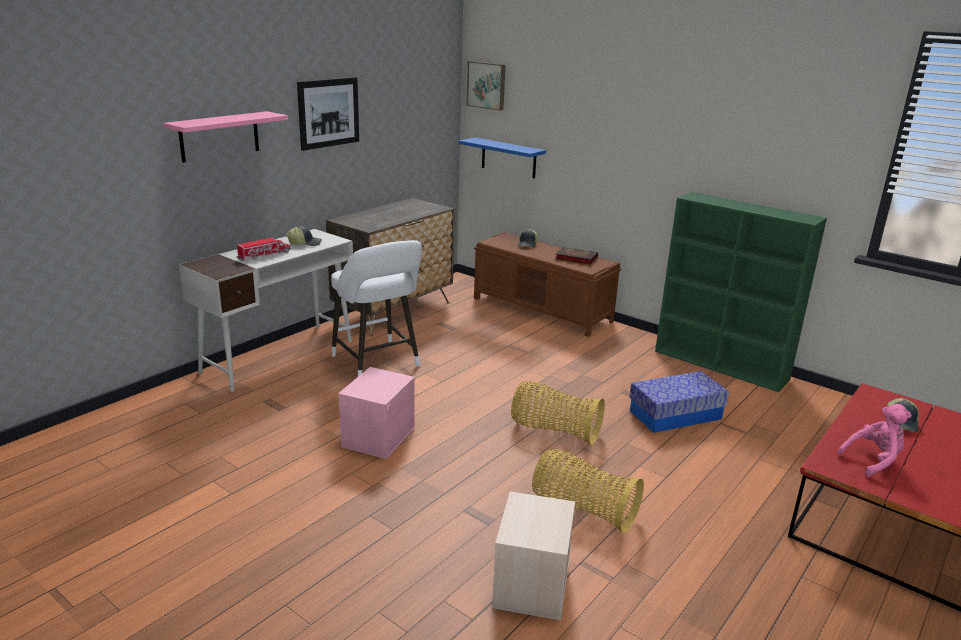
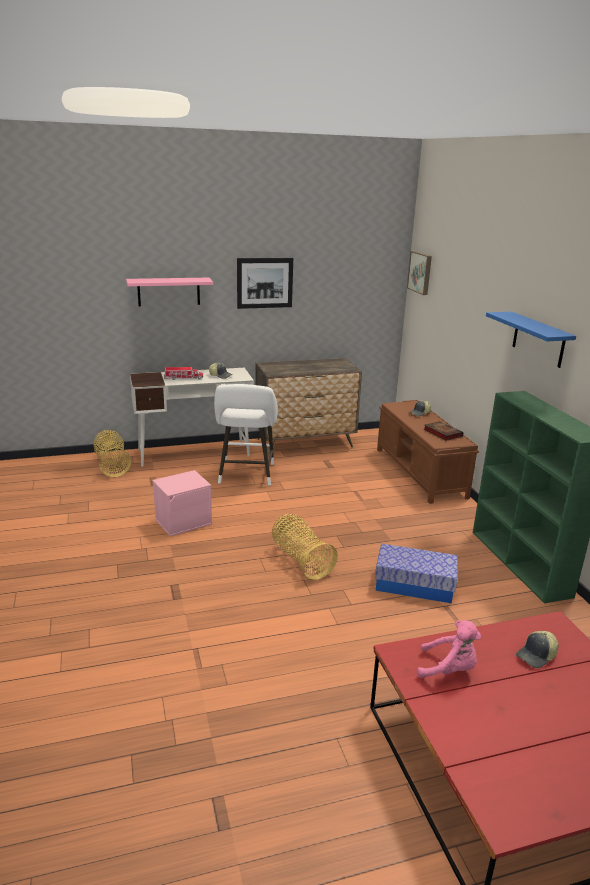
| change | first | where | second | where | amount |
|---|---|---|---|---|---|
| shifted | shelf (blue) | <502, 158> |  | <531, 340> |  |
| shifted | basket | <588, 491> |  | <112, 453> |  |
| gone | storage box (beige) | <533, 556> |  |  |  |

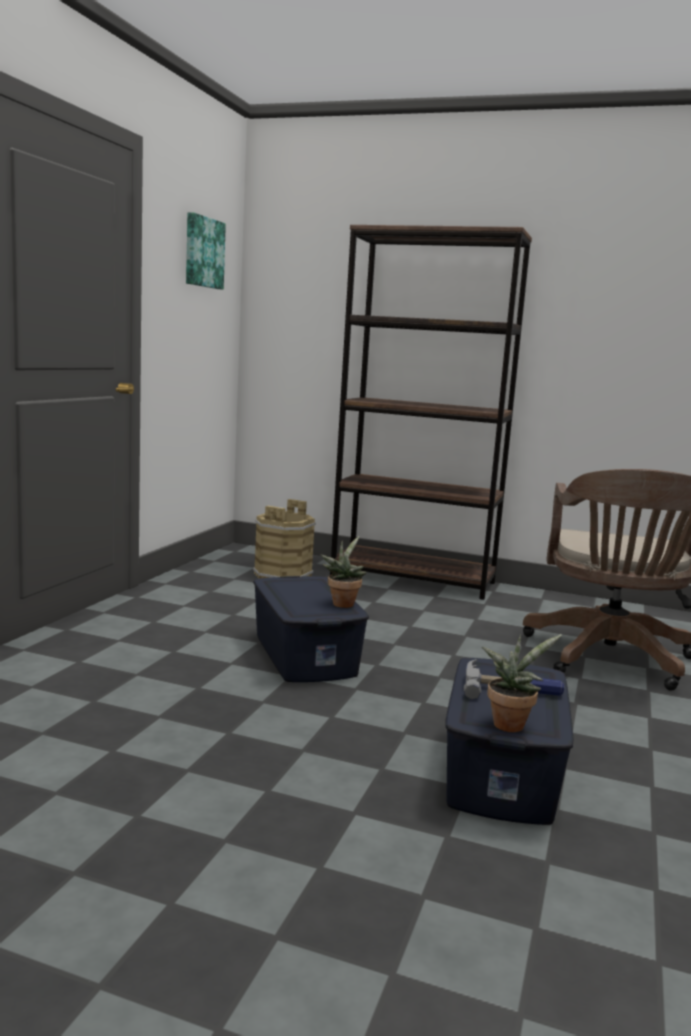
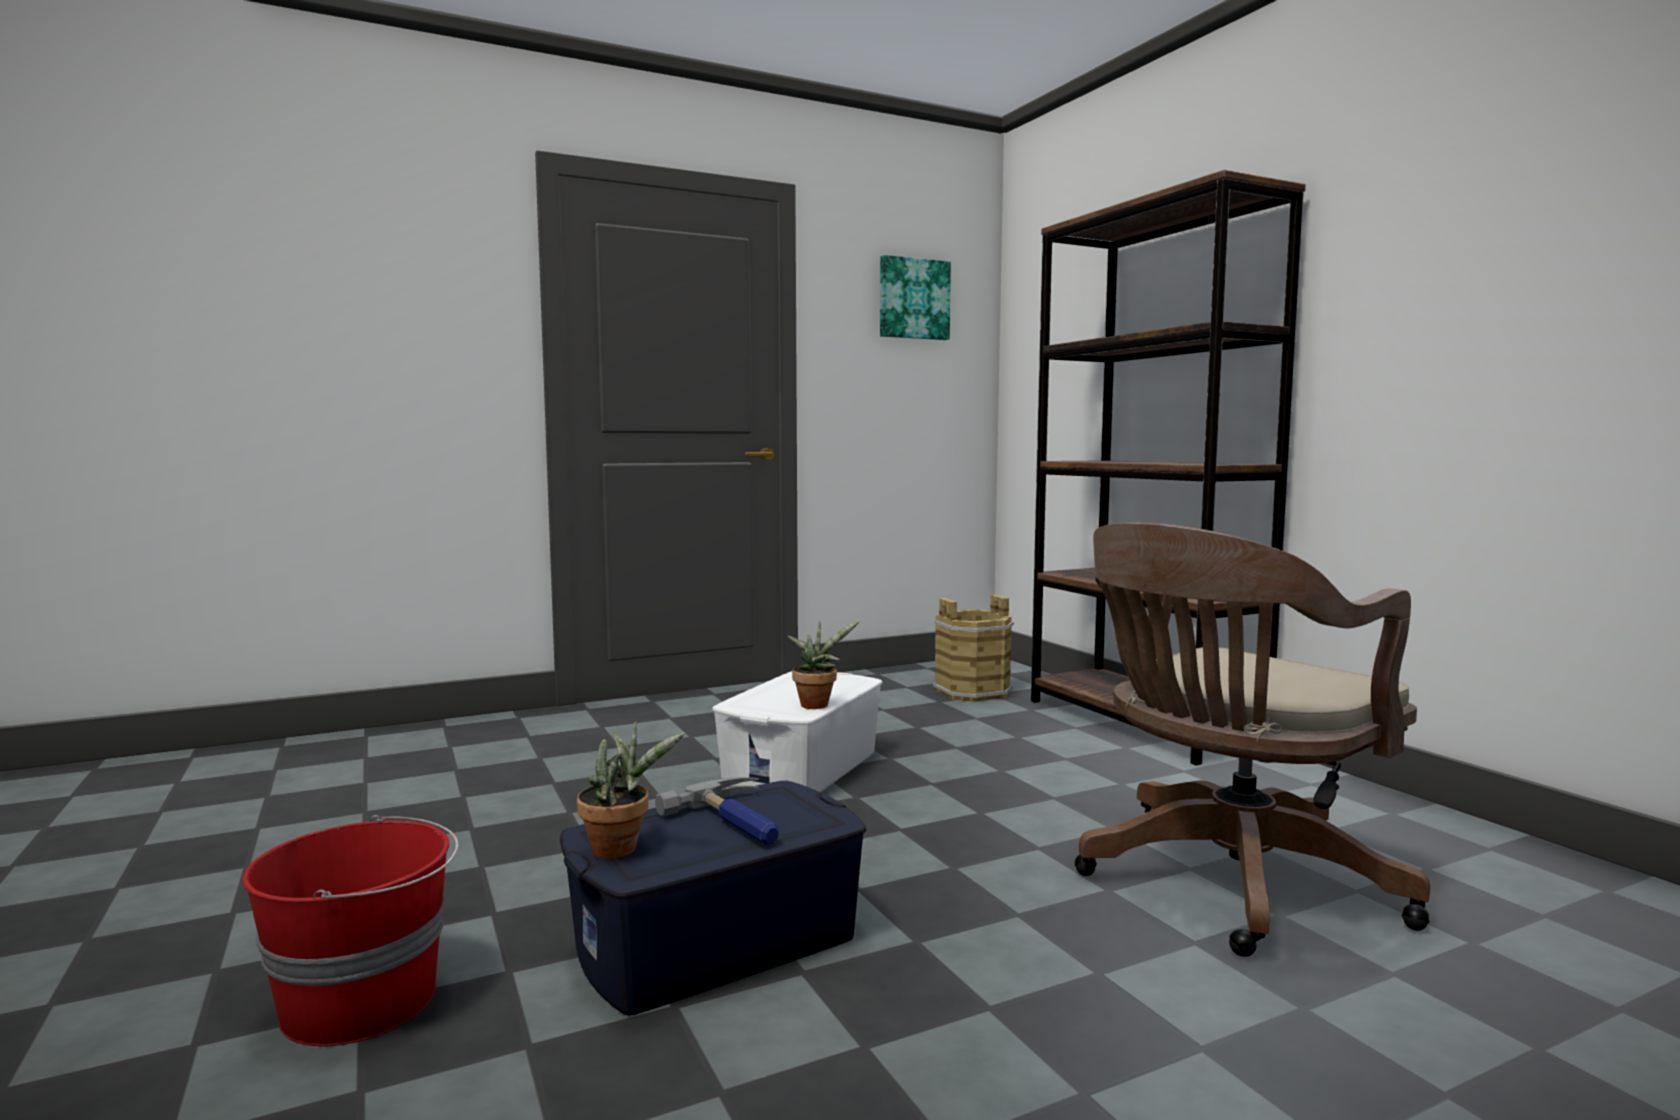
| change | first | where | second | where | amount |
|---|---|---|---|---|---|
| repainted | storage box (blue) | <311, 629> | storage box (white) | <797, 731> |  |
| new |  |  | bucket (red) | <350, 930> |  |

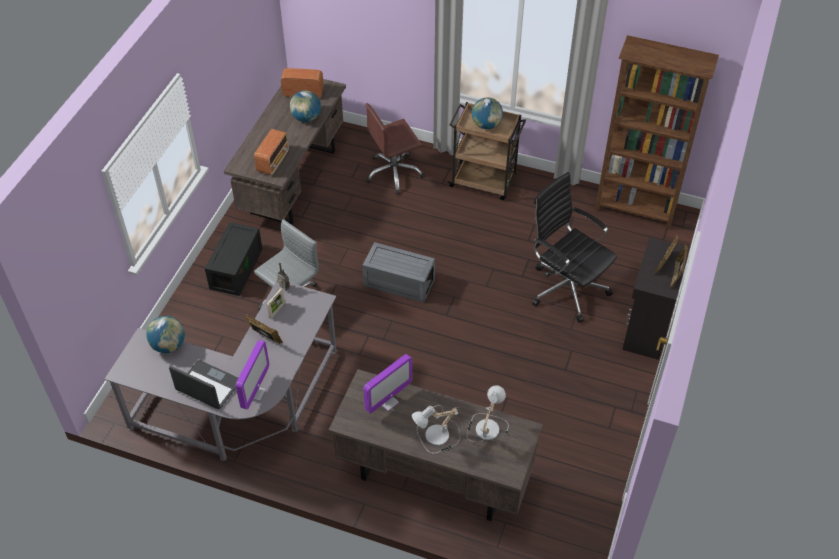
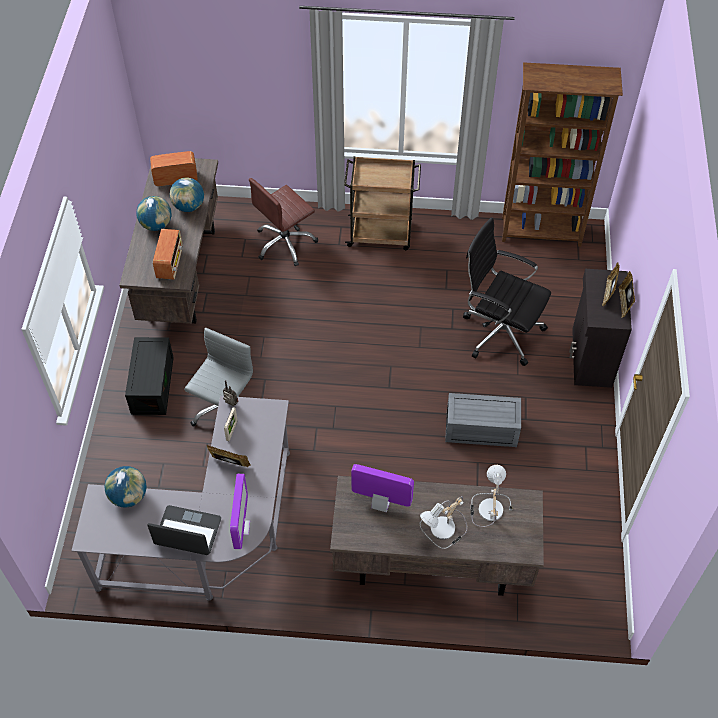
| change | first | where | second | where | amount |
|---|---|---|---|---|---|
| shifted | globe | <487, 113> |  | <154, 213> |  |
| shifted | storage box (grey) | <398, 272> |  | <483, 420> |  |
| rotated | monitor | <387, 384> |  | <382, 488> | 105 degrees counterclockwise |

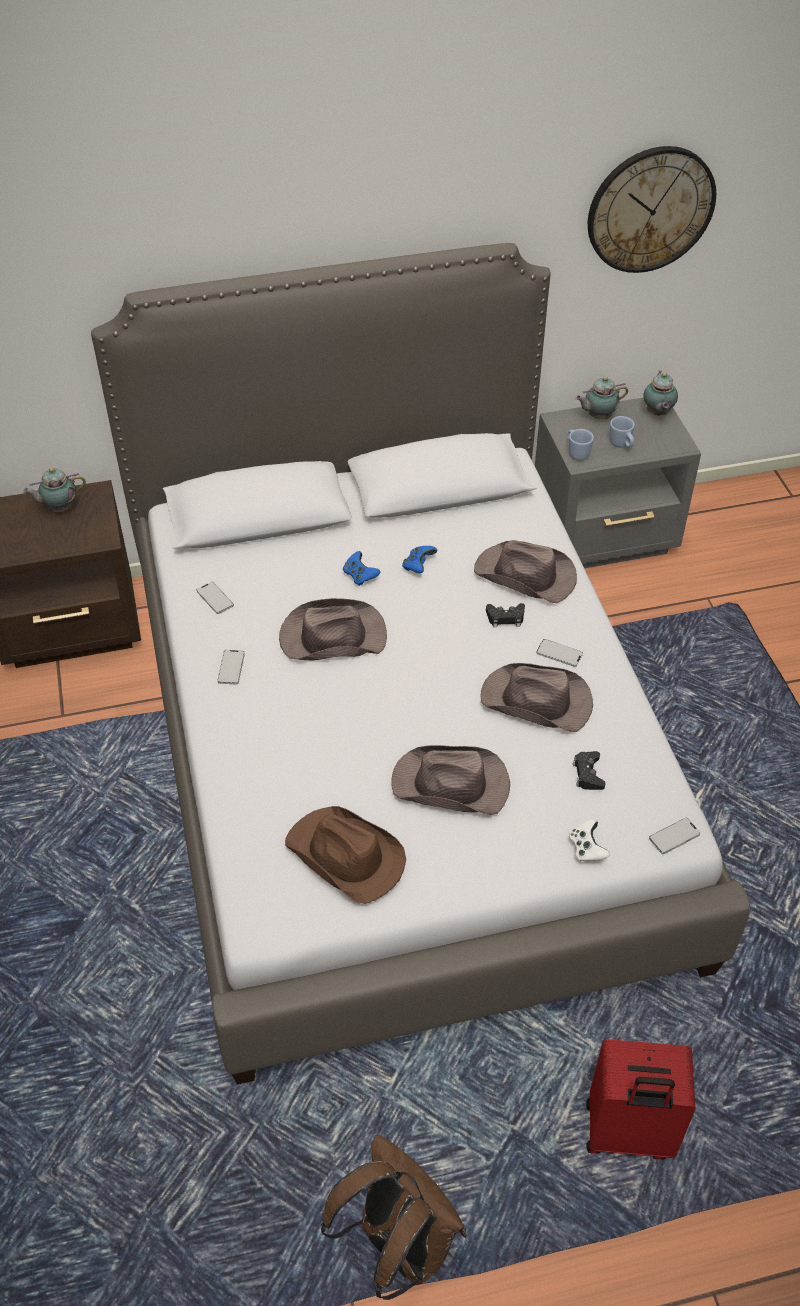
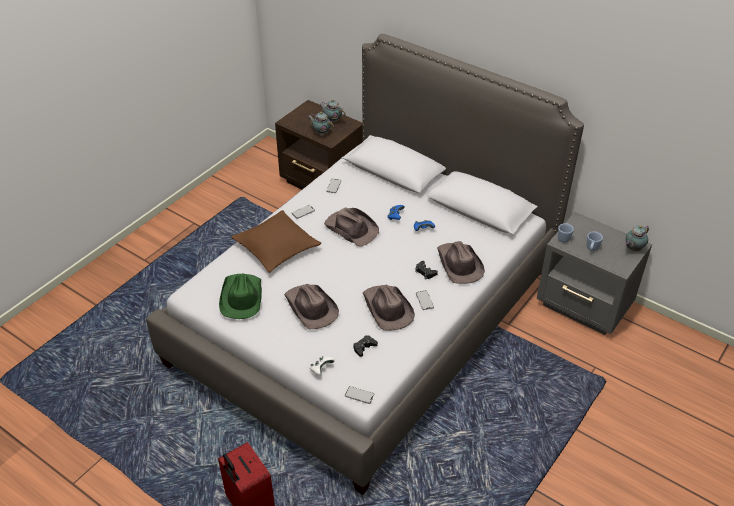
| change | first | where | second | where | amount |
|---|---|---|---|---|---|
| gone | wall clock | <652, 209> |  |  |  |
| shifted | teapot | <601, 398> |  | <321, 123> |  |
| repainted | hat (brown) | <345, 855> | hat (green) | <240, 296> |  |
| gone | backpack (brown) | <394, 1217> |  |  |  |
| new |  |  | pillow (brown) | <276, 241> |  |

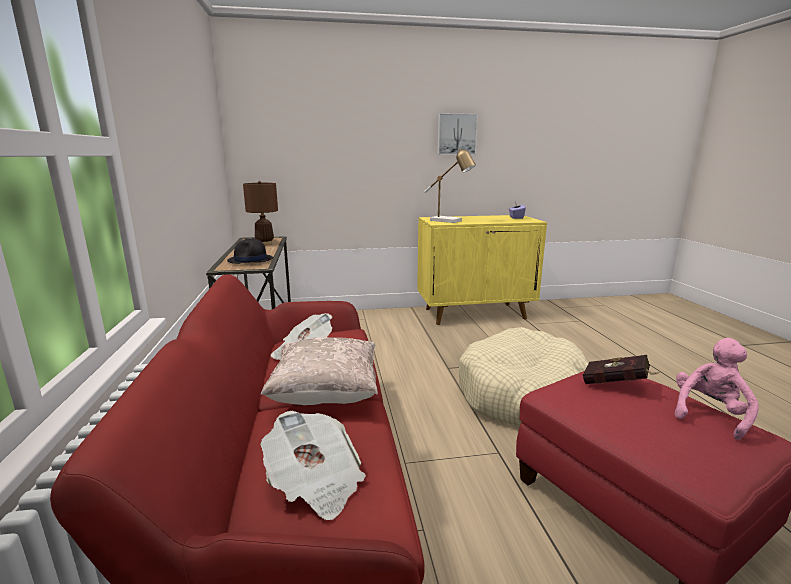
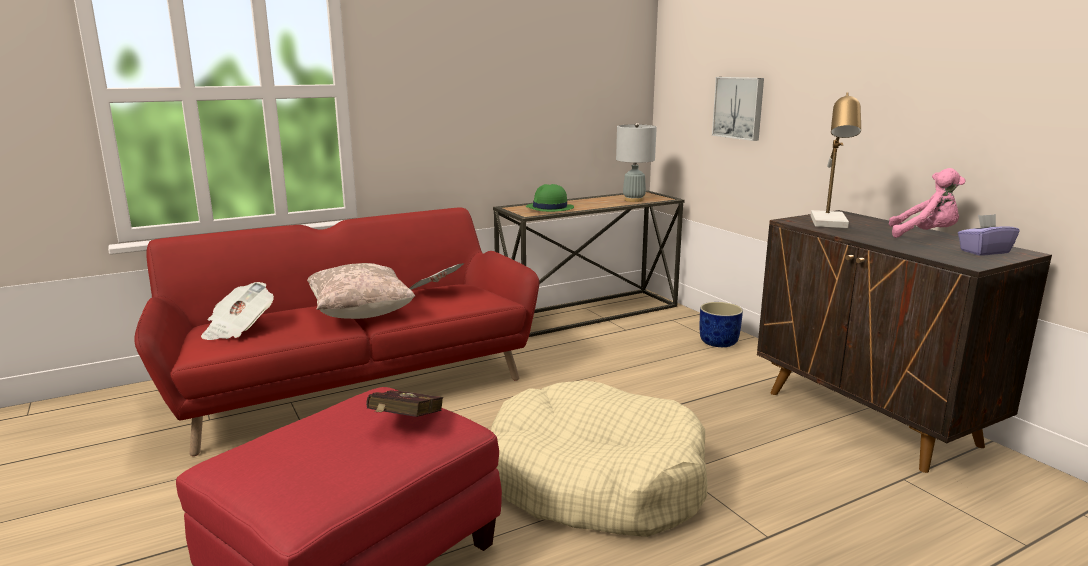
| change | first | where | second | where | amount |
|---|---|---|---|---|---|
| shifted | picture | <457, 134> |  | <738, 109> |  |
| repainted | table lamp (brown) | <260, 213> | table lamp (grey) | <636, 162> |  |
| repainted | cabinet (yellow) | <482, 270> | cabinet (brown) | <904, 341> |  |
| repainted | hat (black) | <250, 251> | hat (green) | <550, 198> |  |
| shifted | plush toy (pink) | <716, 389> |  | <927, 203> |  |
| new |  |  | planter (blue) | <721, 324> |  |

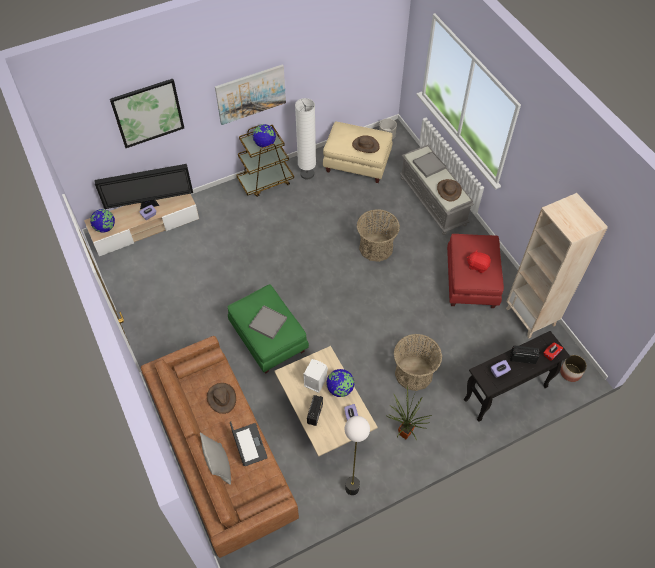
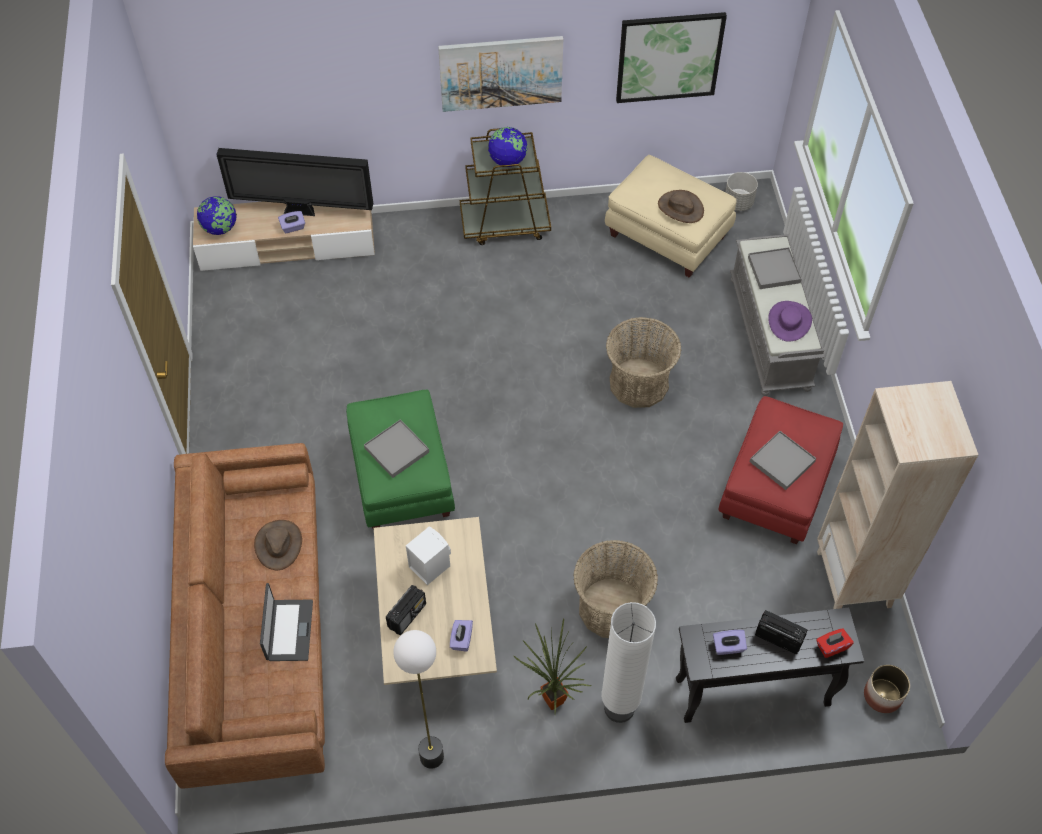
| change | first | where | second | where | amount |
|---|---|---|---|---|---|
| shifted | picture | <147, 113> |  | <671, 57> |  |
| shifted | floor lamp (white) | <305, 138> |  | <628, 662> |  |
| repainted | hat (brown) | <449, 190> | hat (purple) | <790, 321> |  |
| swapped | plush toy (red) | <479, 261> | tray (grey) | <783, 460> |  |
| gone | globe | <340, 383> |  |  |  |
| gone | pillow (grey) | <215, 458> |  |  |  |

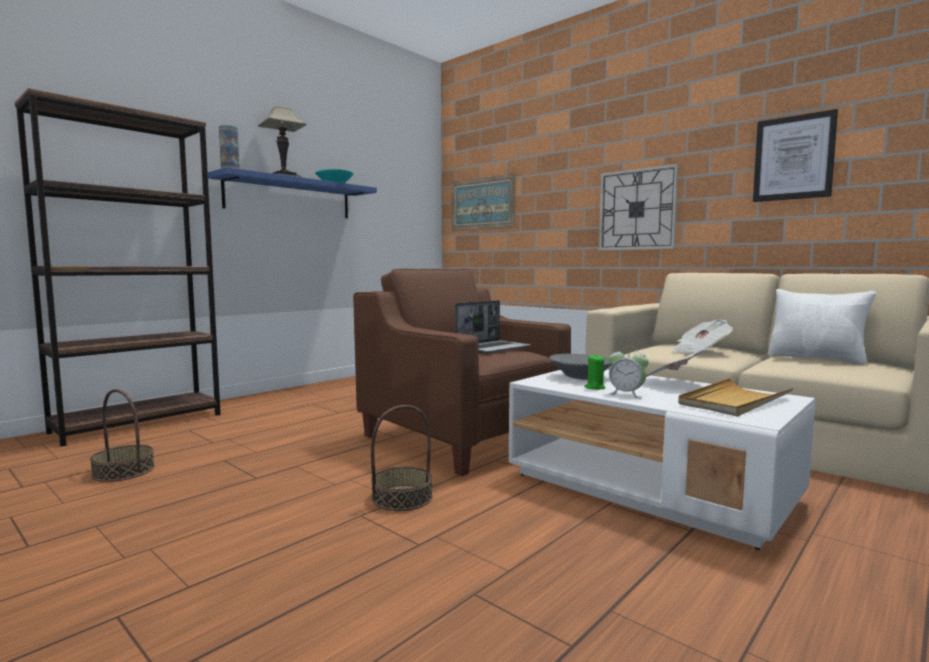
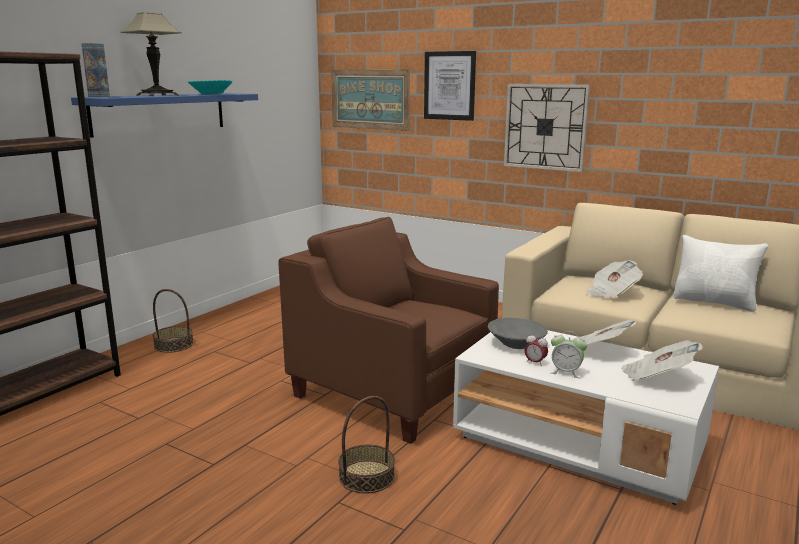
| change | first | where | second | where | amount |
|---|---|---|---|---|---|
| shifted | picture | <795, 155> |  | <450, 86> |  |
| gone | laptop | <493, 327> |  |  |  |
| swapped | candle (green) | <595, 372> | alarm clock | <536, 349> |  |
| swapped | tray (beige) | <736, 397> | newspaper | <662, 360> |  |
| shifted | basket | <122, 435> |  | <173, 321> |  |

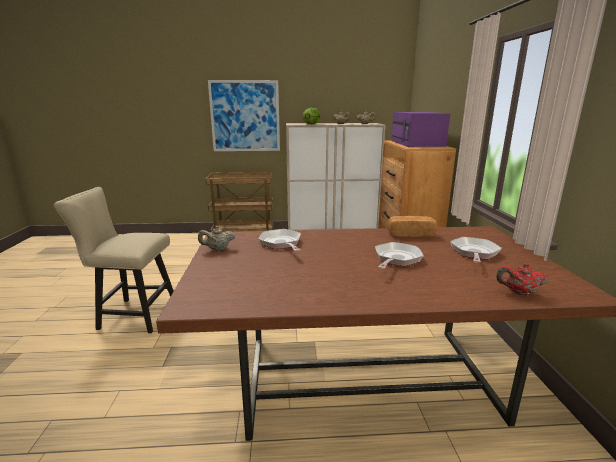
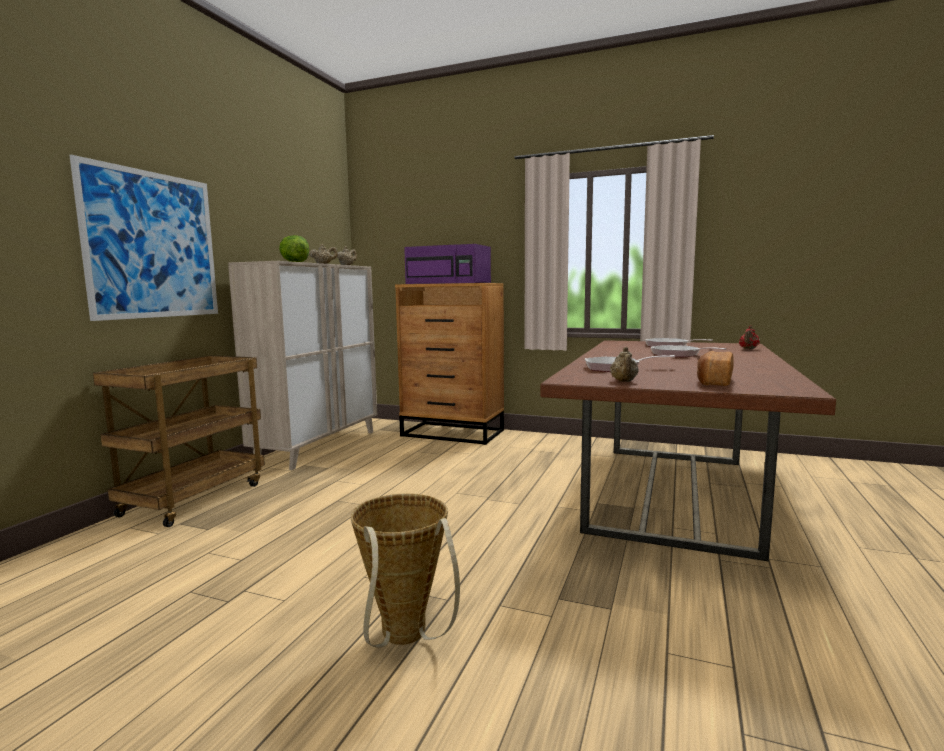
| change | first | where | second | where | amount |
|---|---|---|---|---|---|
| swapped | chair (beige) | <114, 260> | basket | <405, 571> |  |
| shifted | bread | <412, 226> |  | <715, 368> |  |

